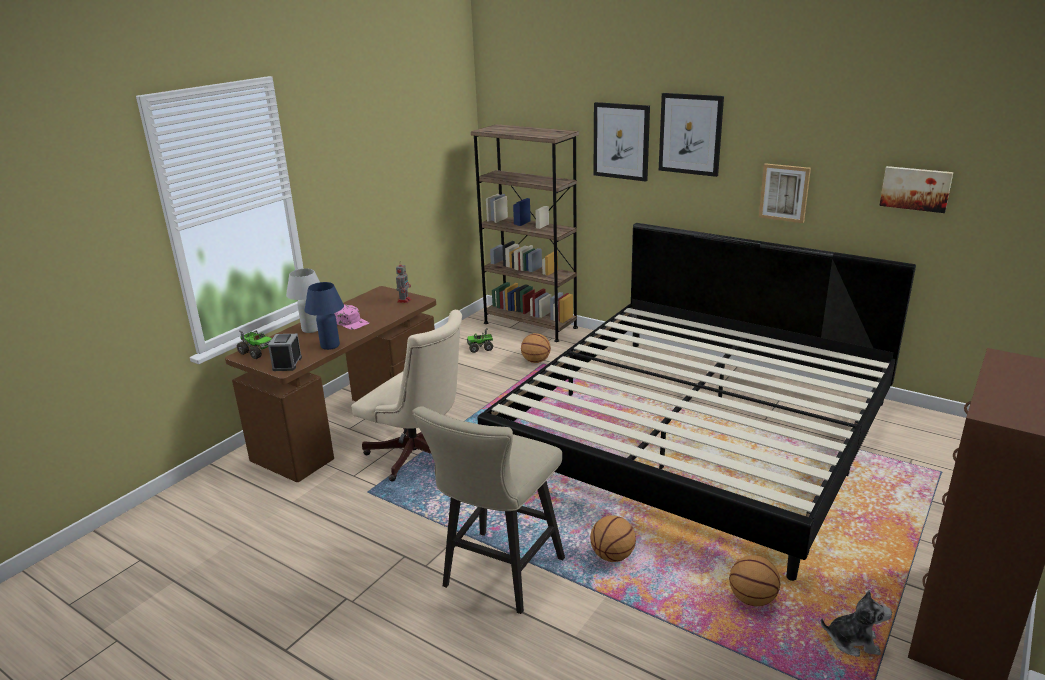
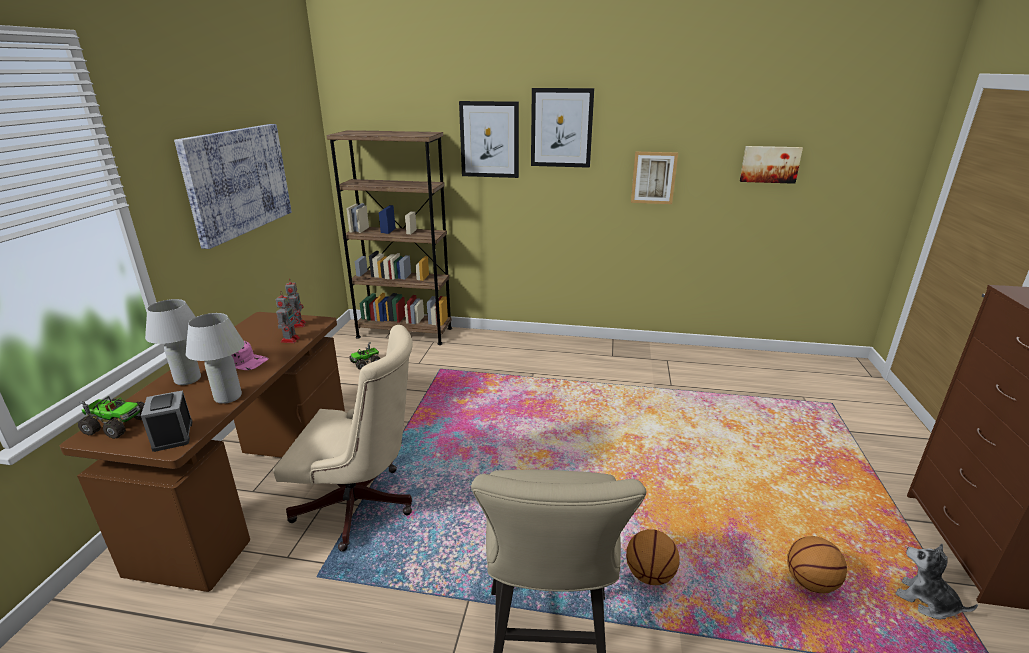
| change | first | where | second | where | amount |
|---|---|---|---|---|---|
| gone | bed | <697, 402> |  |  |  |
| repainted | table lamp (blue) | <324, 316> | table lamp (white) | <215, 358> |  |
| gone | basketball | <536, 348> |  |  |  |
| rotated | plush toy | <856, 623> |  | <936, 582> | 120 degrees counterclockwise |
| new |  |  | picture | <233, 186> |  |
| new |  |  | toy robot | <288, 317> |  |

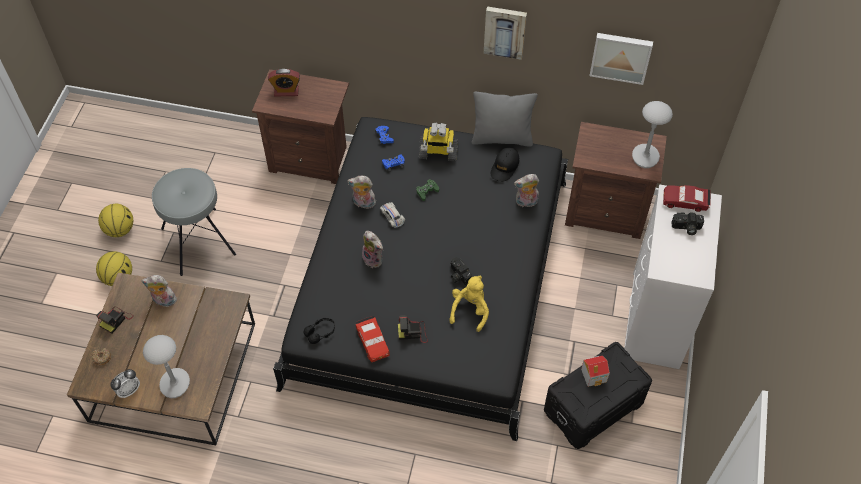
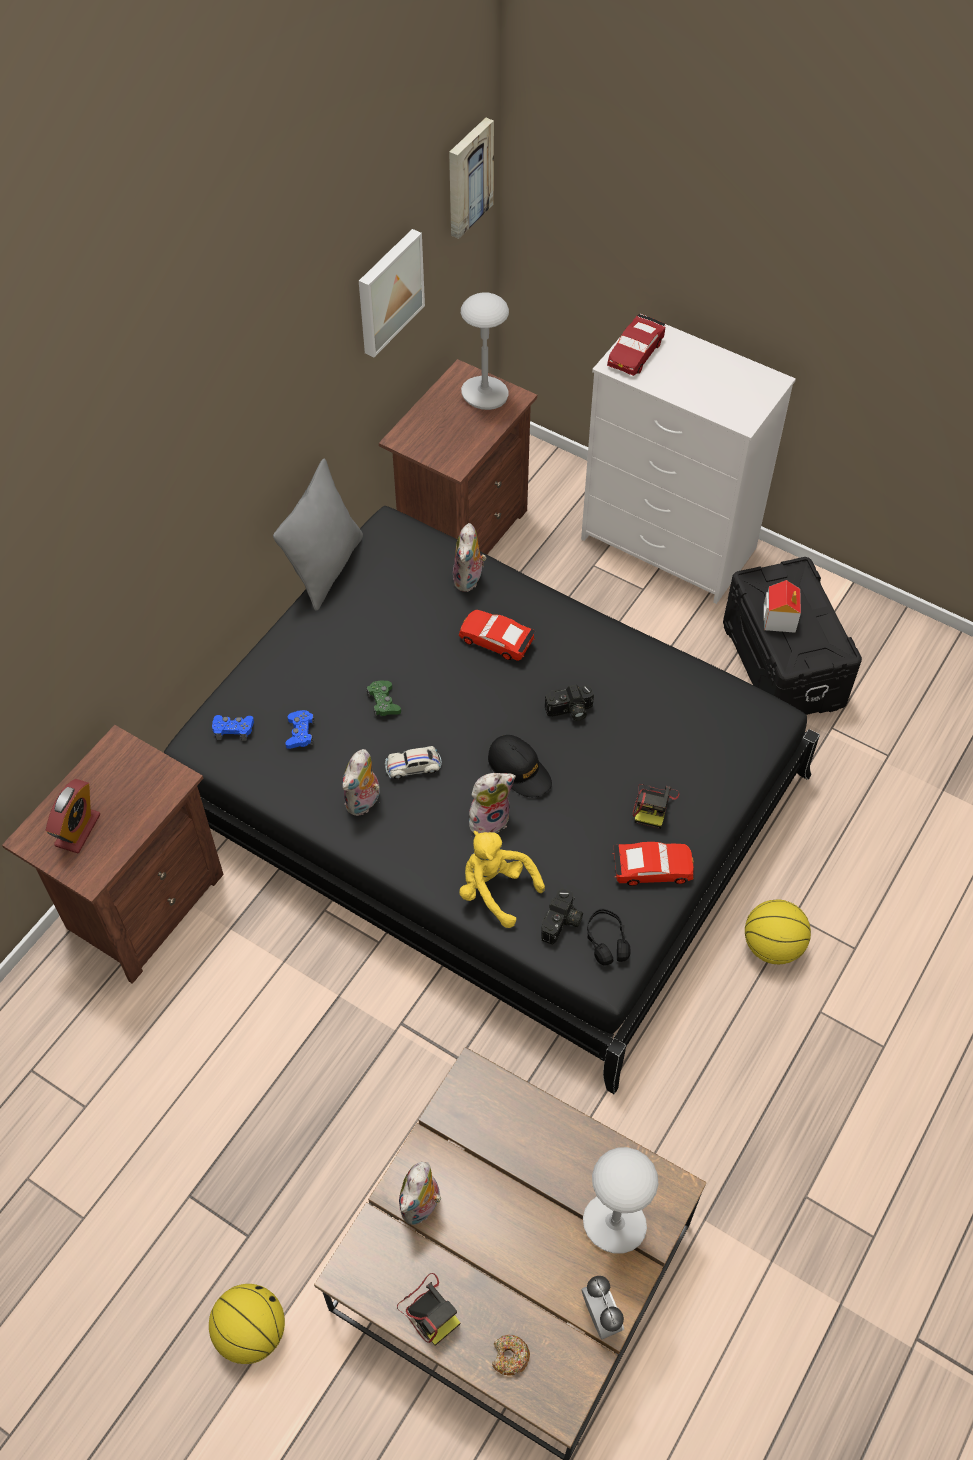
| change | first | where | second | where | amount |
|---|---|---|---|---|---|
| shifted | picture | <505, 33> |  | <471, 178> |  |
| gone | toy robot | <438, 142> |  |  |  |
| shifted | cap (black) | <505, 164> |  | <520, 766> |  |
| gone | stool (grey) | <194, 222> |  |  |  |
| shifted | basketball | <115, 220> |  | <778, 931> |  |
| shifted | photo camera | <688, 223> |  | <562, 916> |  |
| shifted | plush toy (yellow) | <469, 303> |  | <502, 879> |  |
| new |  |  | toy car (red) | <497, 635> |  |

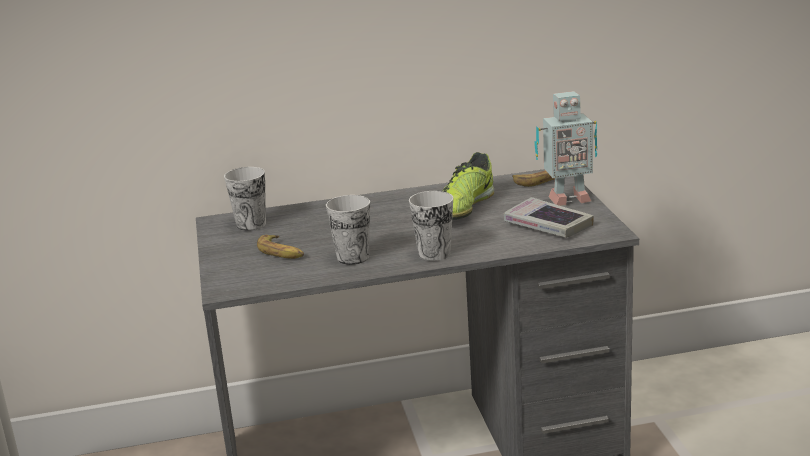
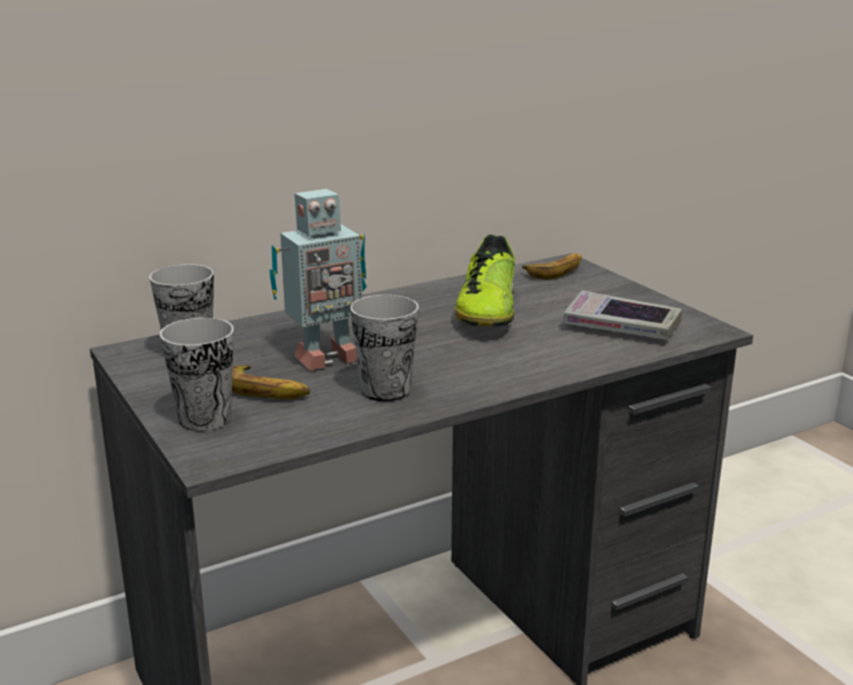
| change | first | where | second | where | amount |
|---|---|---|---|---|---|
| shifted | toy robot | <565, 148> |  | <318, 279> |  |
| shifted | cup | <431, 226> |  | <197, 374> |  |

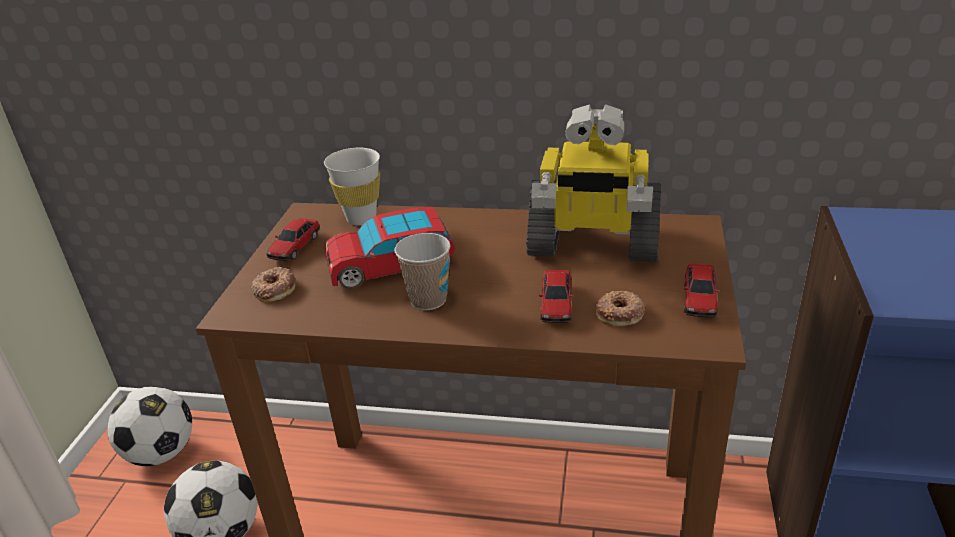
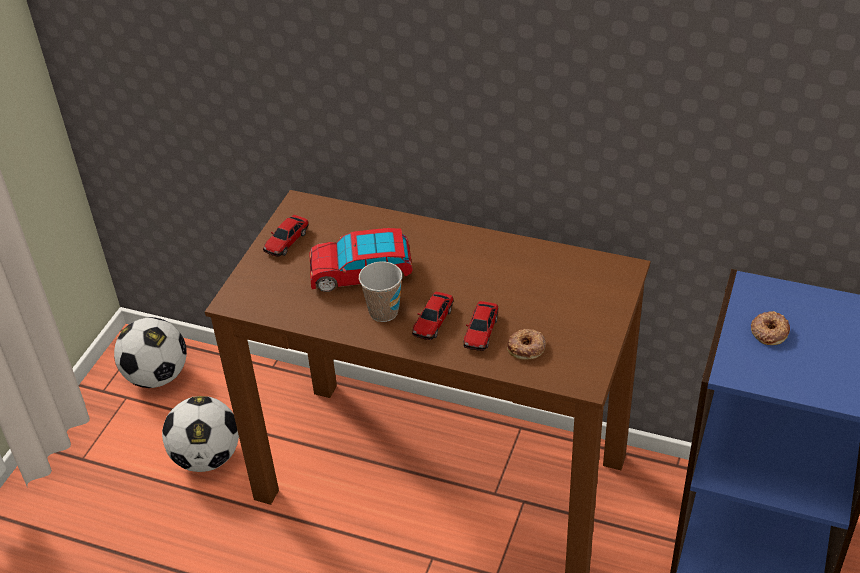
| change | first | where | second | where | amount |
|---|---|---|---|---|---|
| gone | toy robot | <593, 183> |  |  |  |
| gone | cup (white) | <352, 187> |  |  |  |
| shifted | toy car | <702, 290> |  | <433, 315> |  |
| shifted | donut | <273, 284> |  | <770, 328> |  |

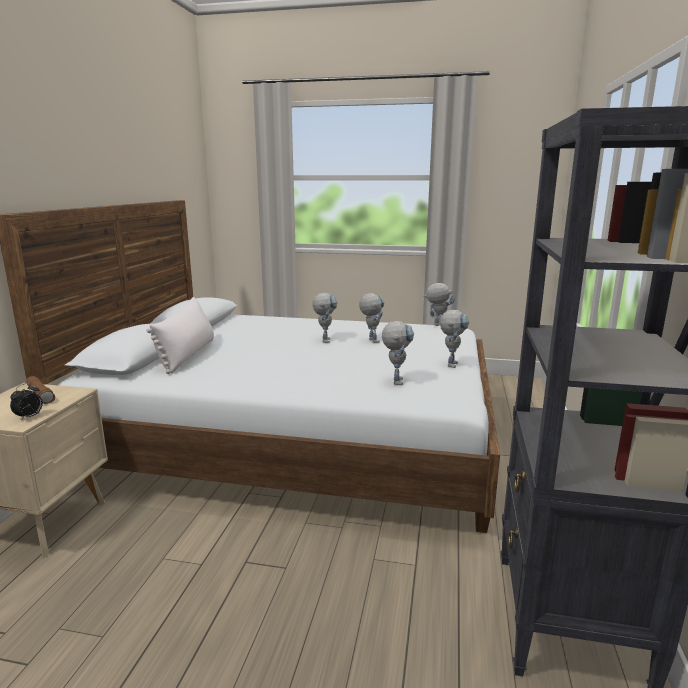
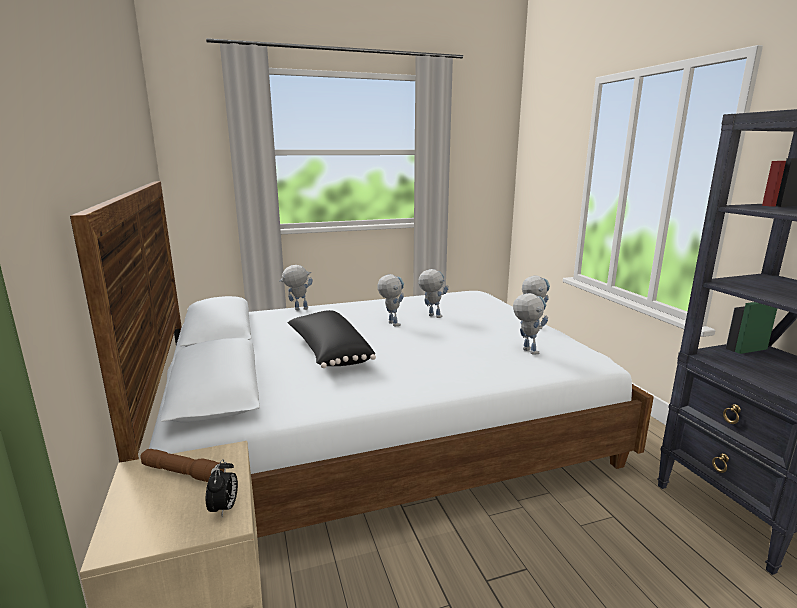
| change | first | where | second | where | amount |
|---|---|---|---|---|---|
| shifted | toy robot | <439, 304> |  | <296, 287> |  |
| gone | pillow (white) | <180, 335> |  |  |  |
| new |  |  | pillow (black) | <332, 339> |  |

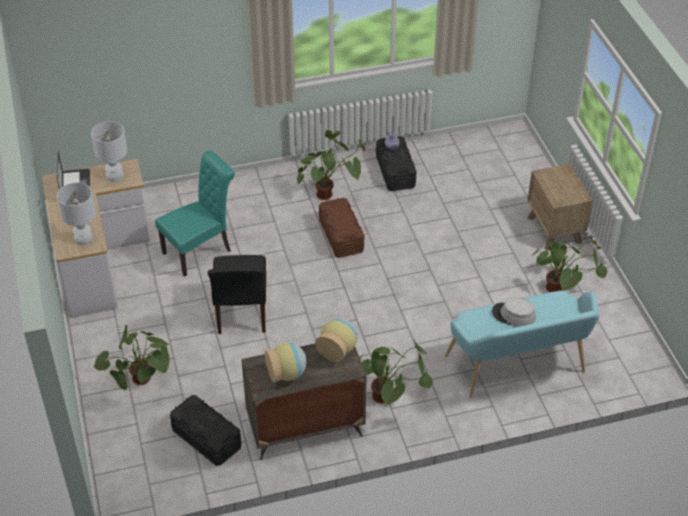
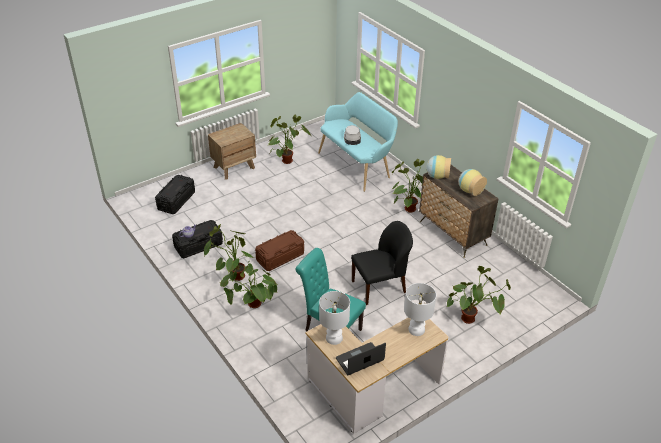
| change | first | where | second | where | amount |
|---|---|---|---|---|---|
| shifted | storage box (black) | <205, 430> |  | <175, 194> |  |
| new |  |  | potted plant | <249, 285> |  |

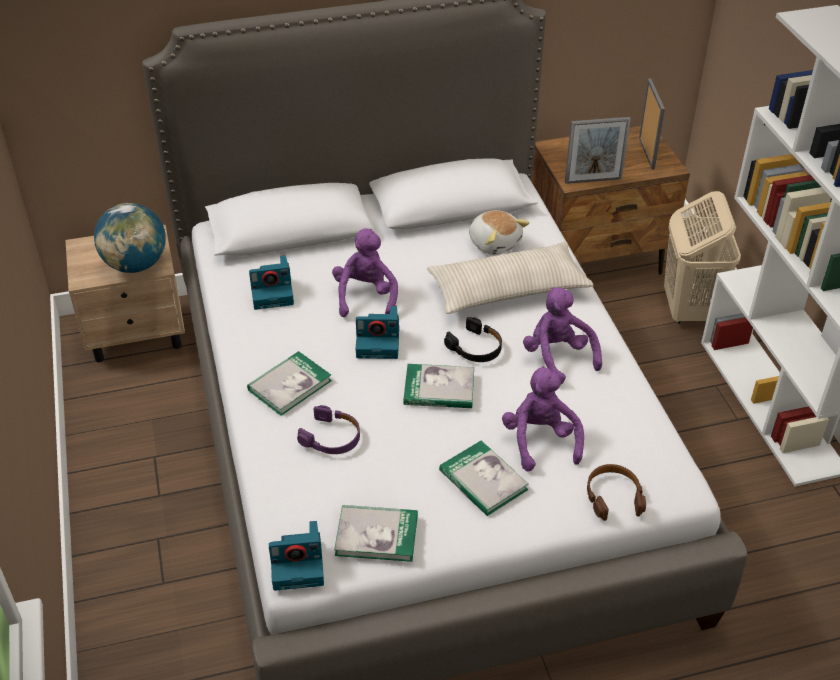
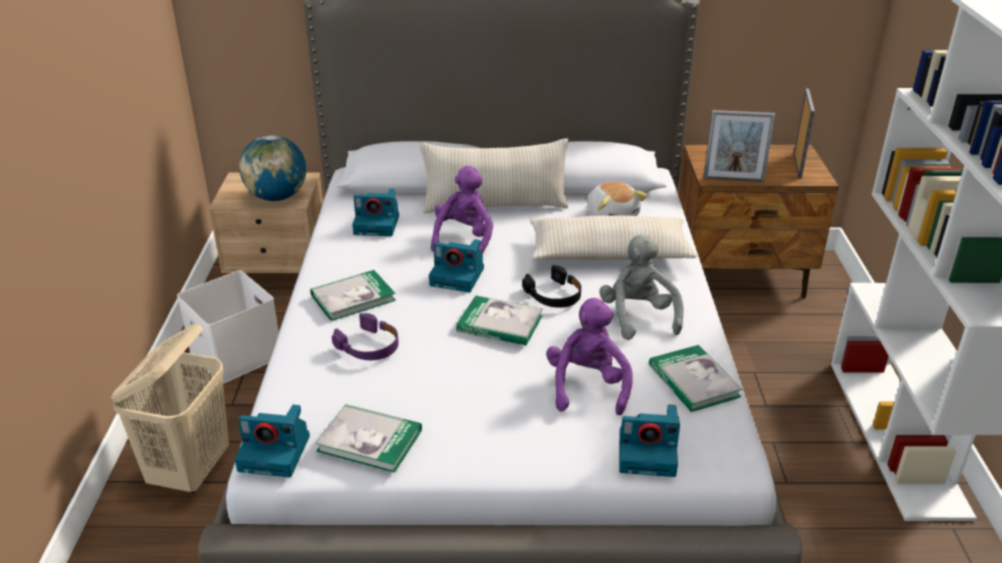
| change | first | where | second | where | amount |
|---|---|---|---|---|---|
| shifted | laundry basket (beige) | <702, 257> |  | <170, 409> |  |
| repainted | plush toy (purple) | <562, 336> | plush toy (grey) | <641, 287> |  |
| shifted | book | <484, 478> |  | <696, 378> |  |
| swapped | headphones (brown) | <616, 492> | photo camera | <649, 440> |  |
| new |  |  | pillow (beige) | <494, 175> |  |
| new |  |  | storage box (white) | <228, 327> |  |

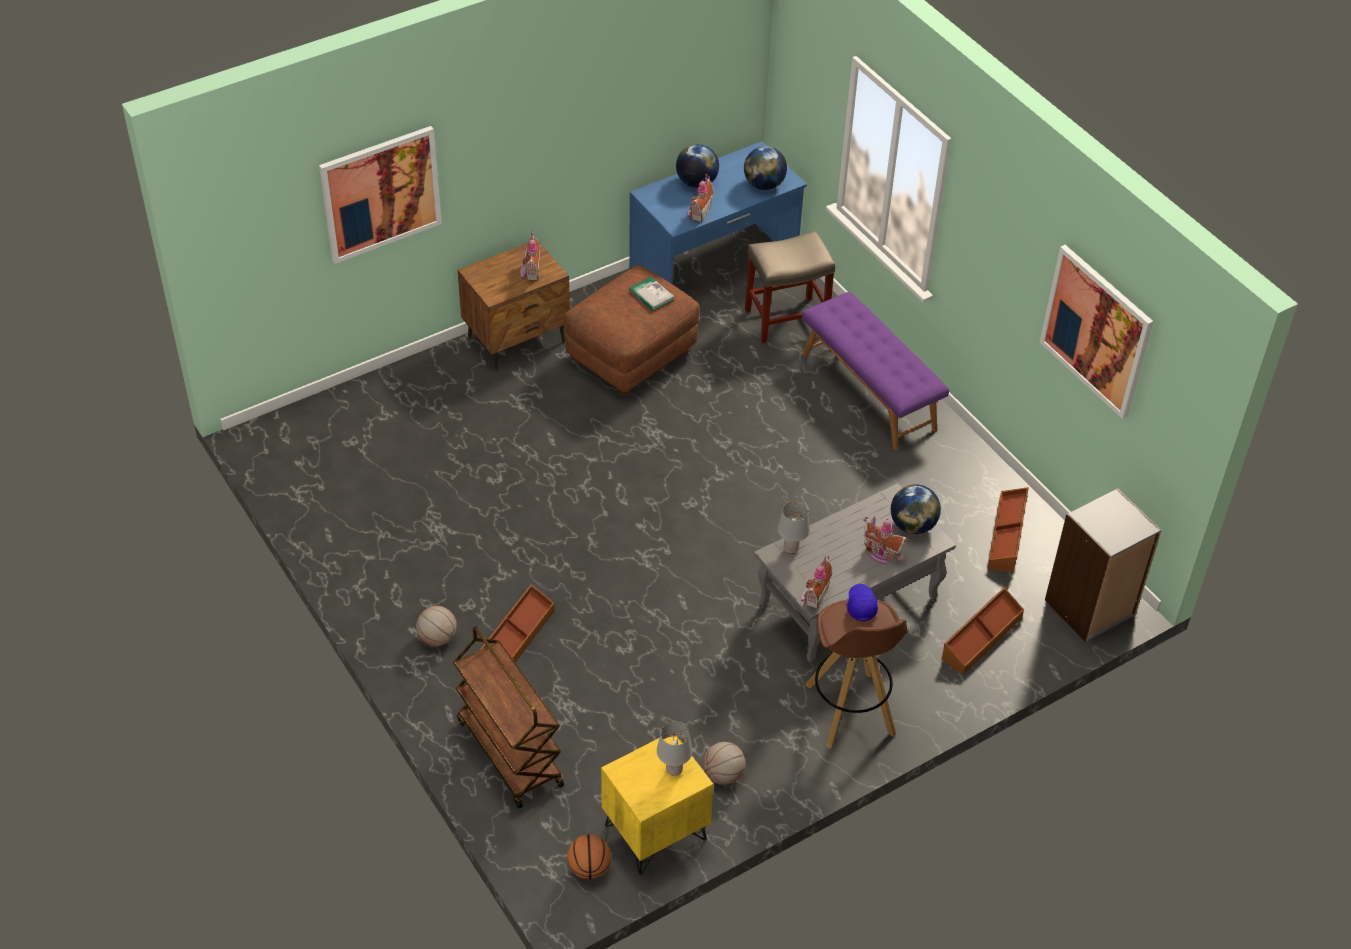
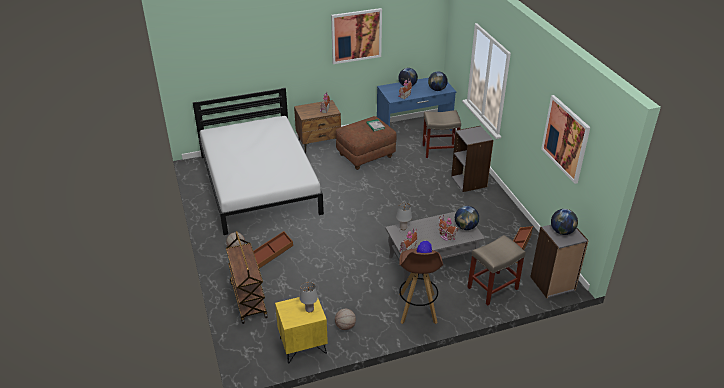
| change | first | where | second | where | amount |
|---|---|---|---|---|---|
| shifted | picture | <380, 195> |  | <356, 36> |  |
| swapped | bench (purple) | <875, 371> | bookcase (grey) | <472, 159> |  |
| swapped | storage box (brown) | <982, 630> | stool (beige) | <496, 270> |  |
| gone | basketball | <589, 856> |  |  |  |
| new |  |  | bed (white) | <258, 161> |  |
| new |  |  | globe | <564, 222> |  |

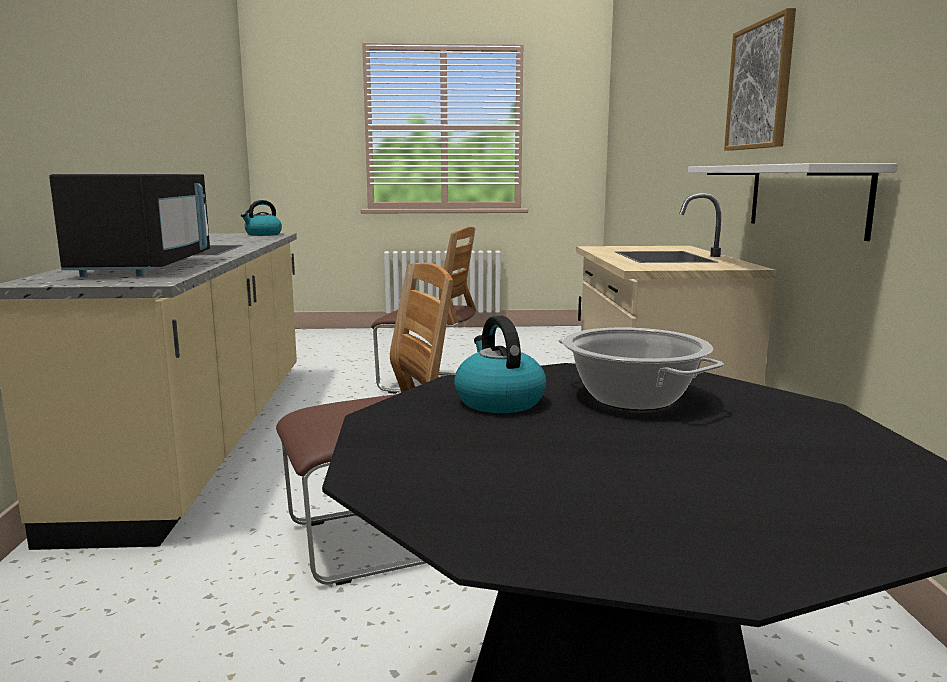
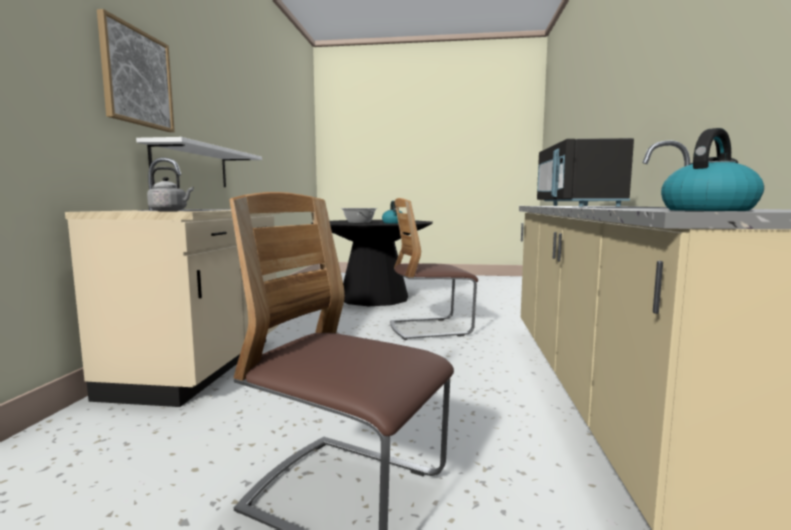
| change | first | where | second | where | amount |
|---|---|---|---|---|---|
| new |  |  | kettle (grey) | <170, 189> |  |

